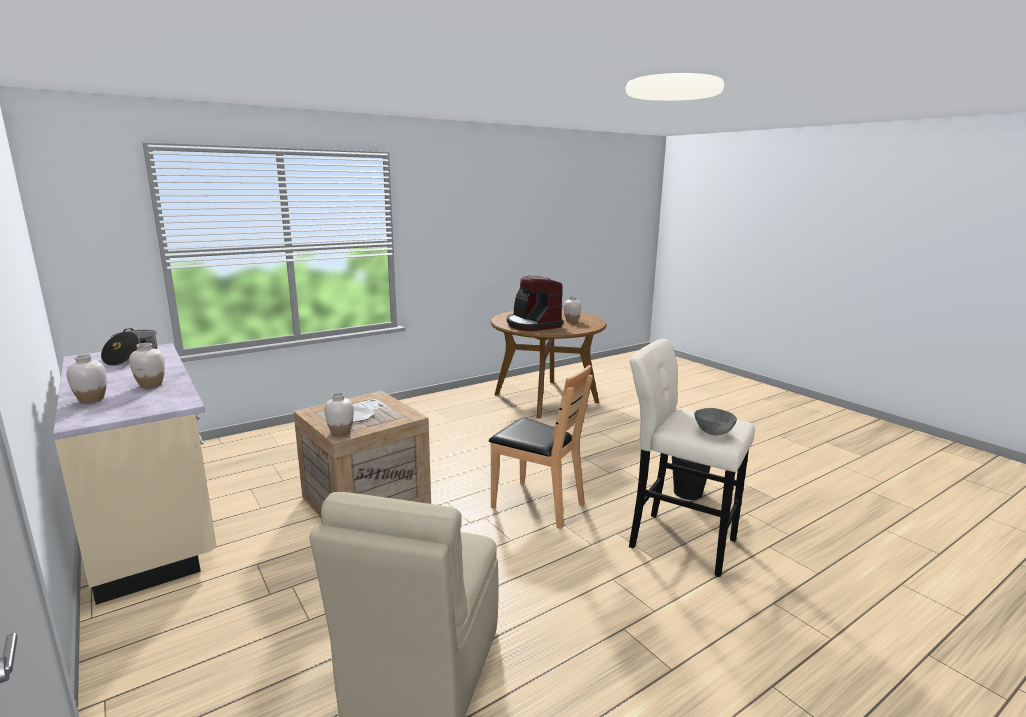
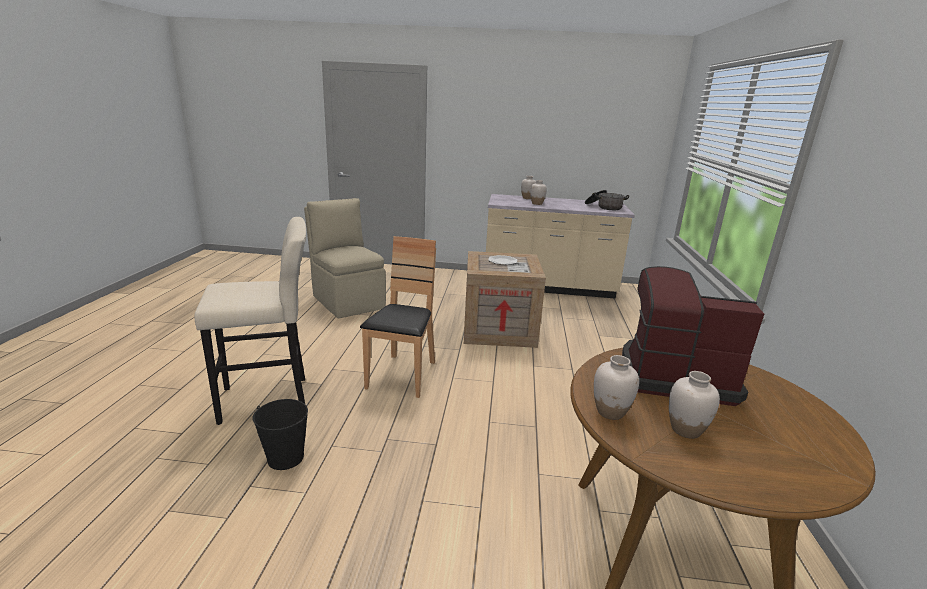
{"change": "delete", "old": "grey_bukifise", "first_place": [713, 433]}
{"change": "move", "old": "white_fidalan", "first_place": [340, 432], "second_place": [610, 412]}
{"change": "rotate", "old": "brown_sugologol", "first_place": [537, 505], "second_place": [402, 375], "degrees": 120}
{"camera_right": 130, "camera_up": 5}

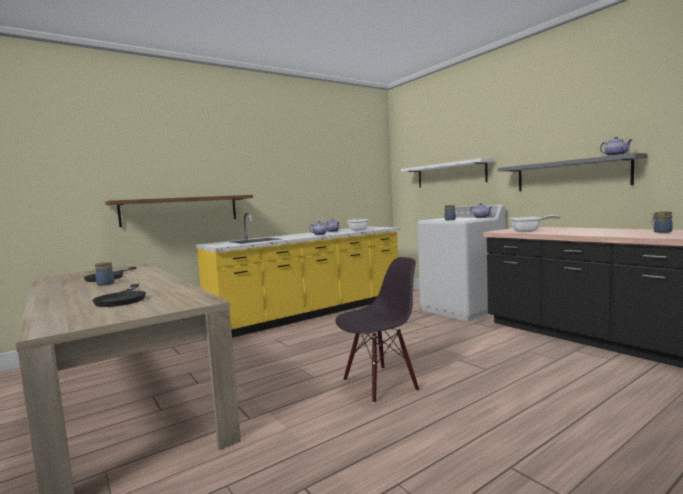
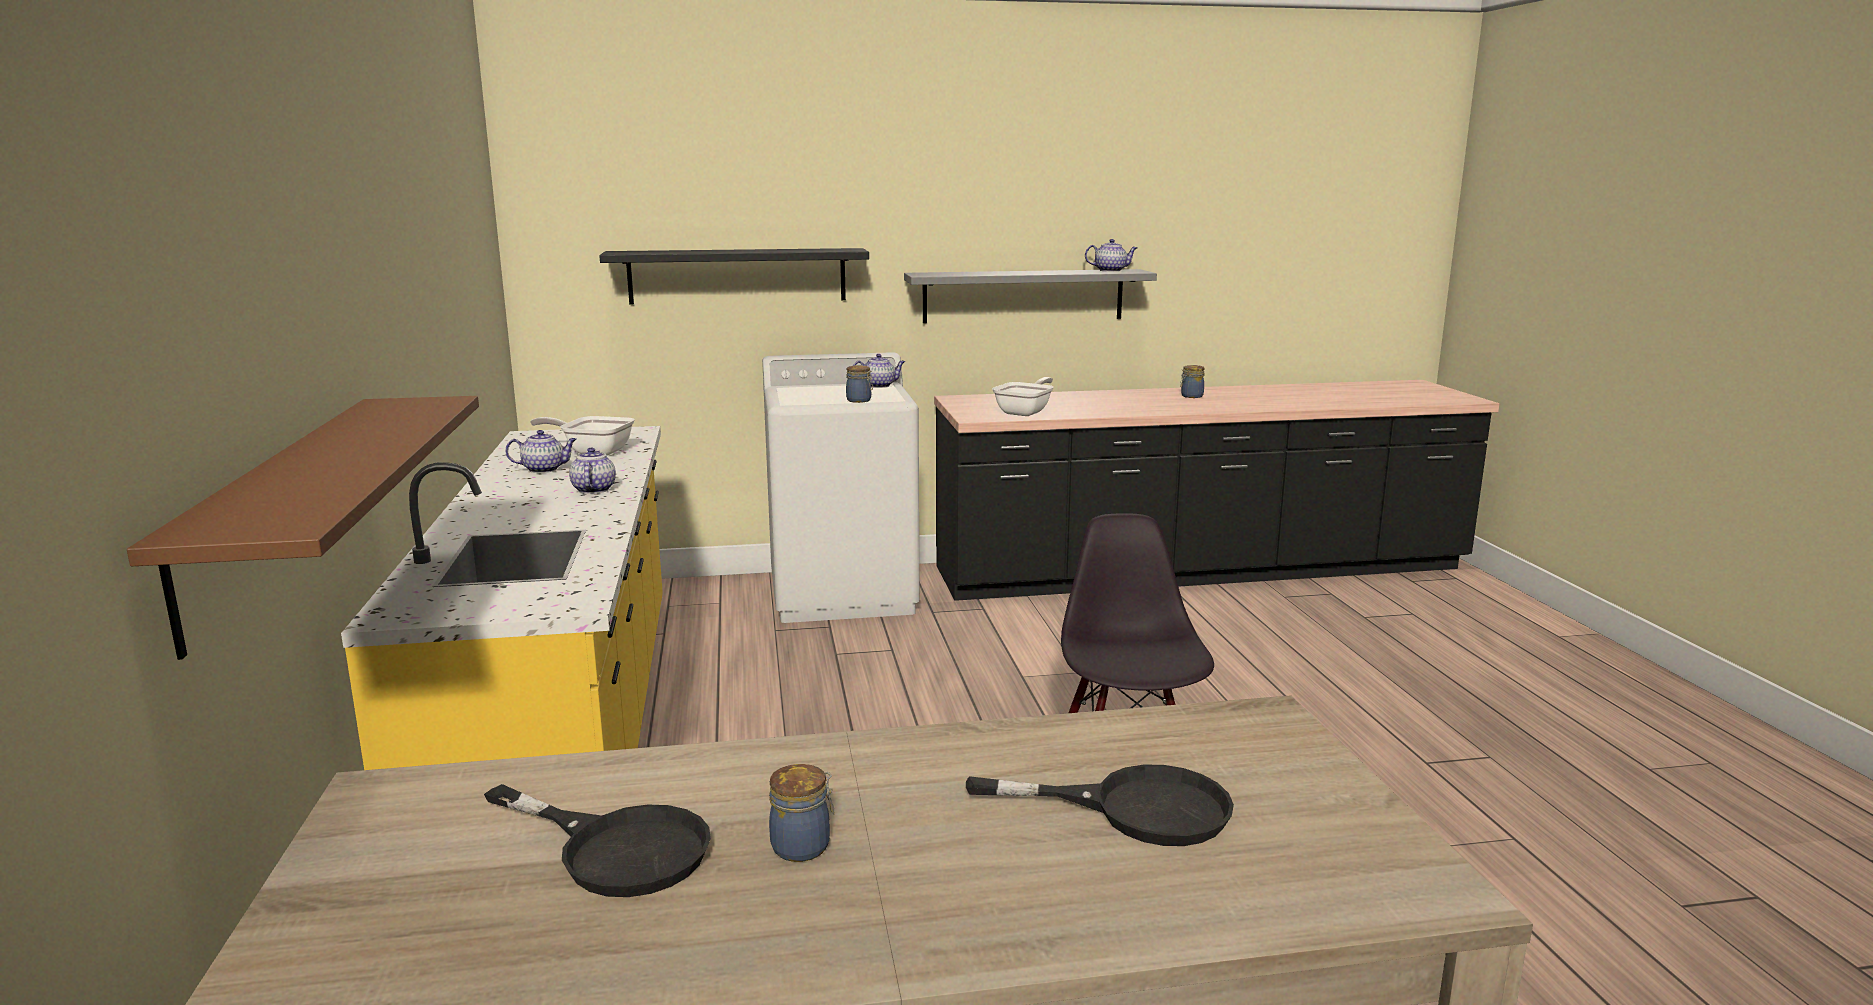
{"change": "recolor", "old": "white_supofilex", "new": "black_supofilex", "first_place": [450, 174], "second_place": [737, 276]}
{"camera_right": -65, "camera_up": 10}

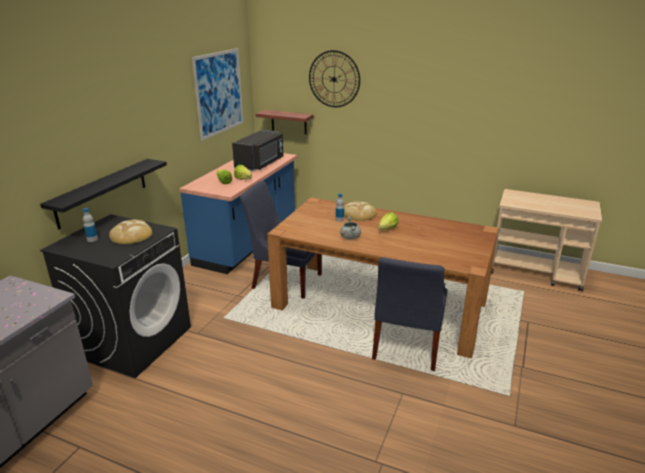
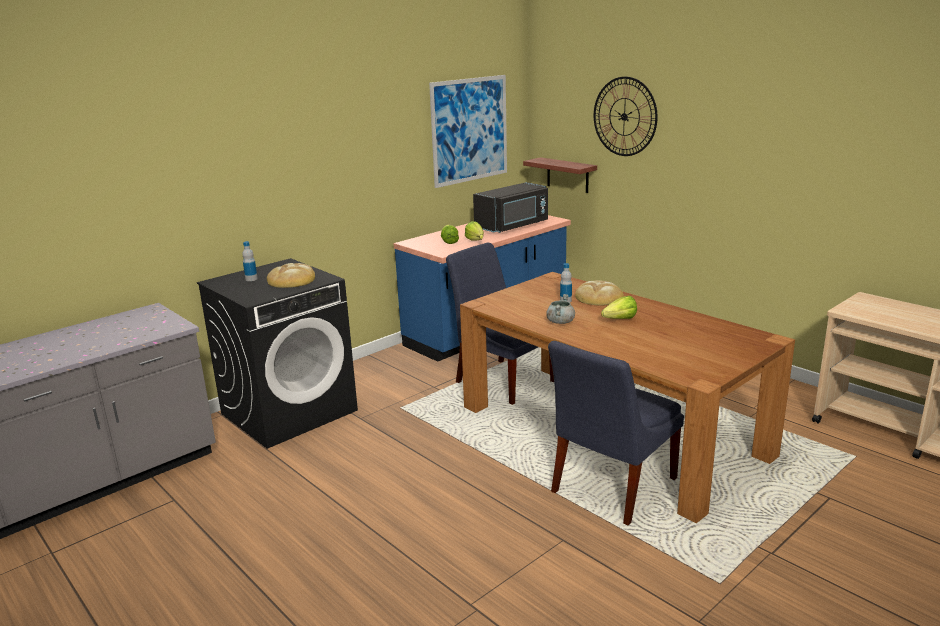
{"change": "delete", "old": "black_supofilex", "first_place": [102, 192]}
{"camera_right": 25, "camera_up": -5}

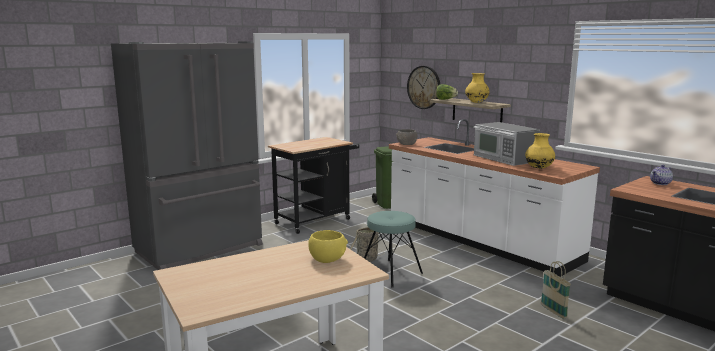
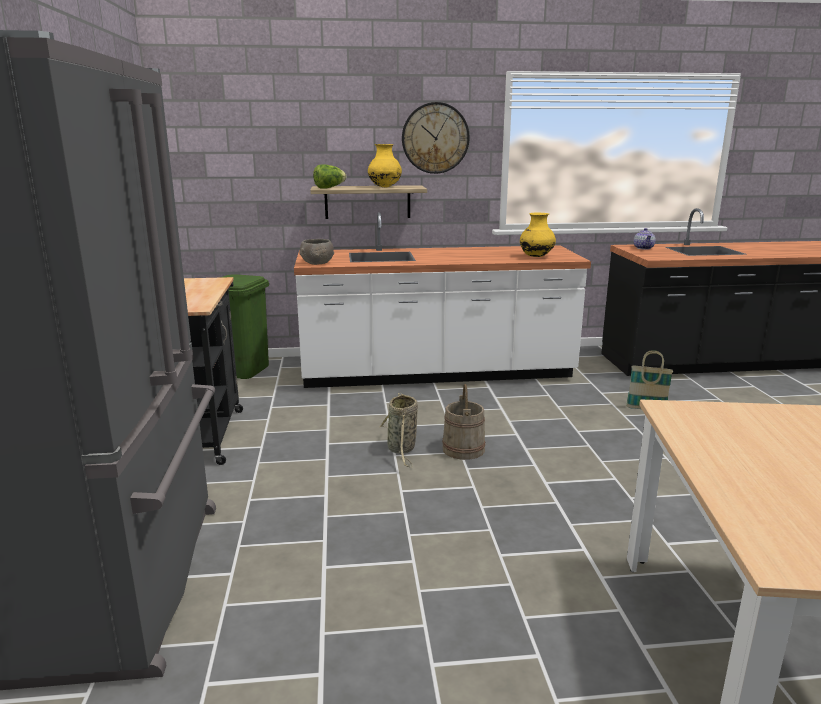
{"change": "delete", "old": "yellow_bukifise", "first_place": [327, 259]}
{"change": "delete", "old": "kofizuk", "first_place": [503, 158]}
{"change": "move", "old": "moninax", "first_place": [424, 87], "second_place": [435, 138]}
{"change": "replace", "old": "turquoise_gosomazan", "new": "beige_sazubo", "first_place": [390, 273], "second_place": [464, 449]}
{"camera_right": -55, "camera_up": 5}

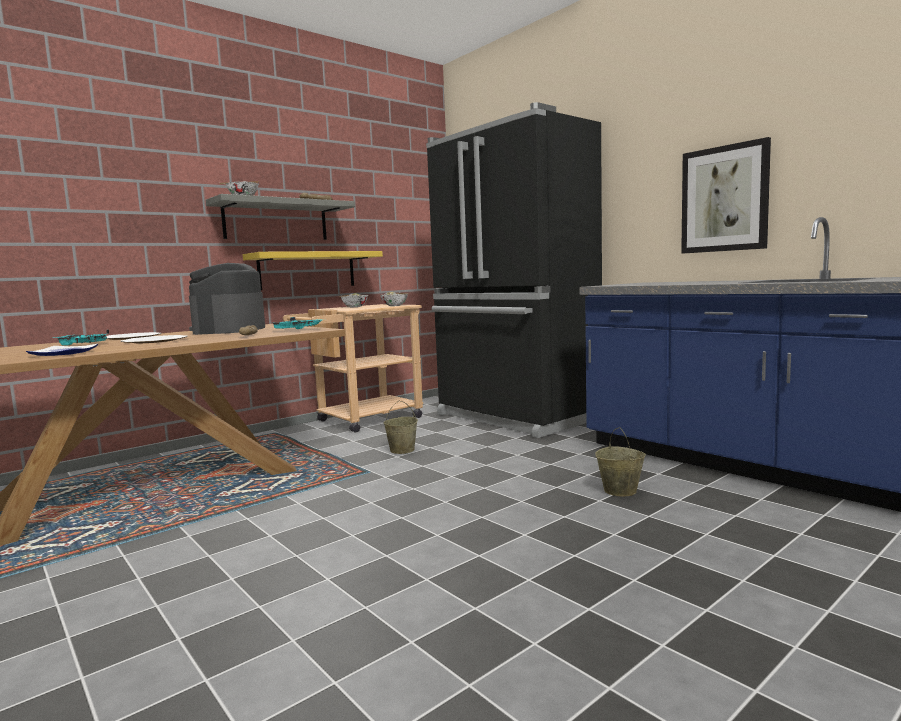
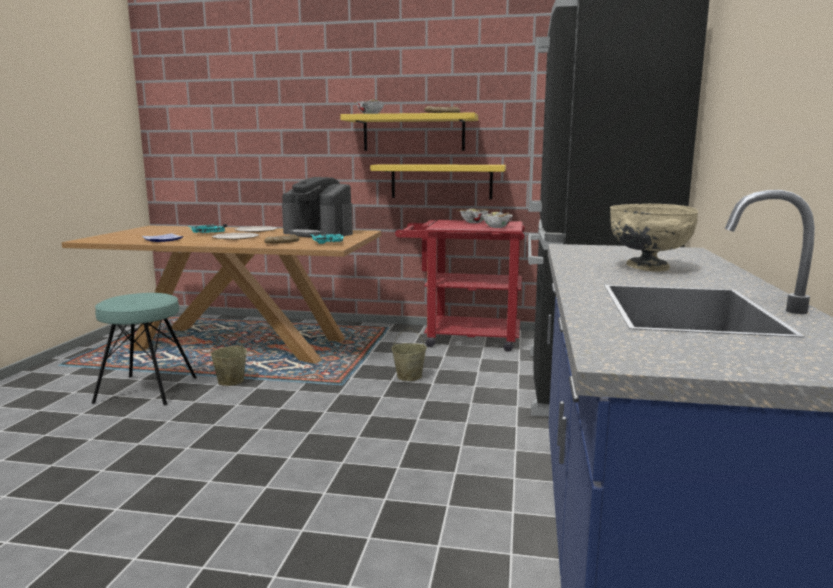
{"change": "delete", "old": "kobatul", "first_place": [724, 199]}
{"change": "insert", "new": "turquoise_gosomazan", "second_place": [146, 390]}
{"change": "insert", "new": "beige_bukifise", "second_place": [647, 268]}
{"change": "move", "old": "beige_sazubo", "first_place": [619, 491], "second_place": [230, 381]}
{"change": "recolor", "old": "grey_supofilex", "new": "yellow_supofilex", "first_place": [276, 221], "second_place": [413, 133]}
{"change": "recolor", "old": "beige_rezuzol", "new": "red_rezuzol", "first_place": [362, 421], "second_place": [462, 338]}
{"change": "rotate", "old": "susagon", "first_place": [229, 330], "second_place": [319, 233], "degrees": -105}
{"camera_right": 50, "camera_up": 5}

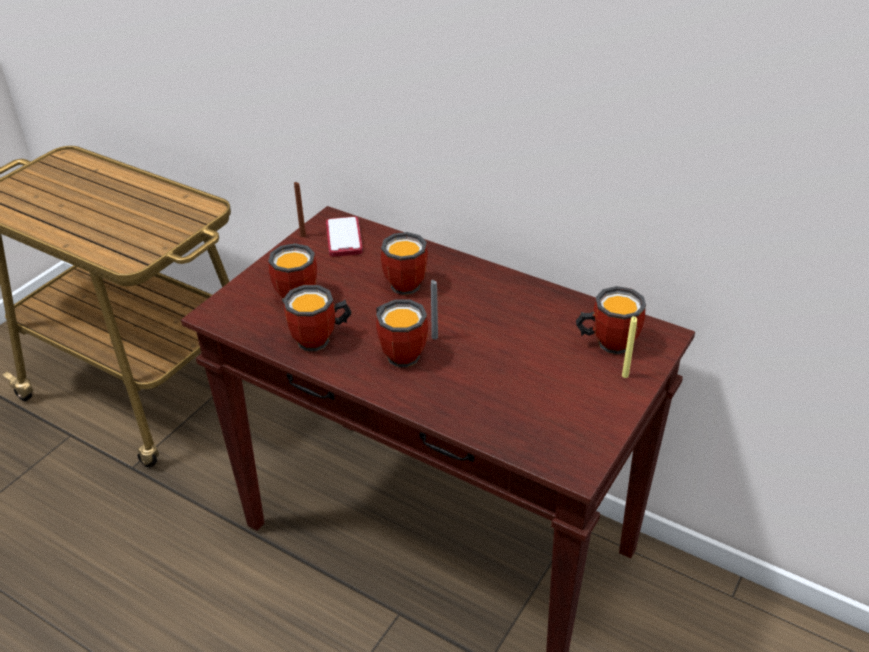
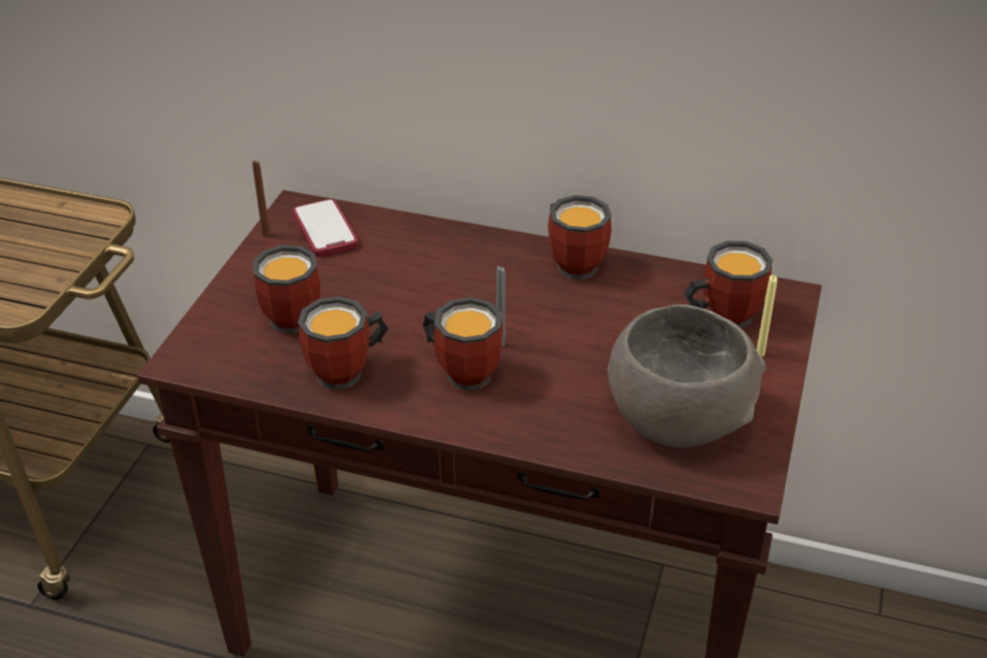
{"change": "insert", "new": "grey_bukifise", "second_place": [678, 418]}
{"change": "move", "old": "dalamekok", "first_place": [406, 281], "second_place": [576, 261]}
{"camera_right": -15, "camera_up": 0}

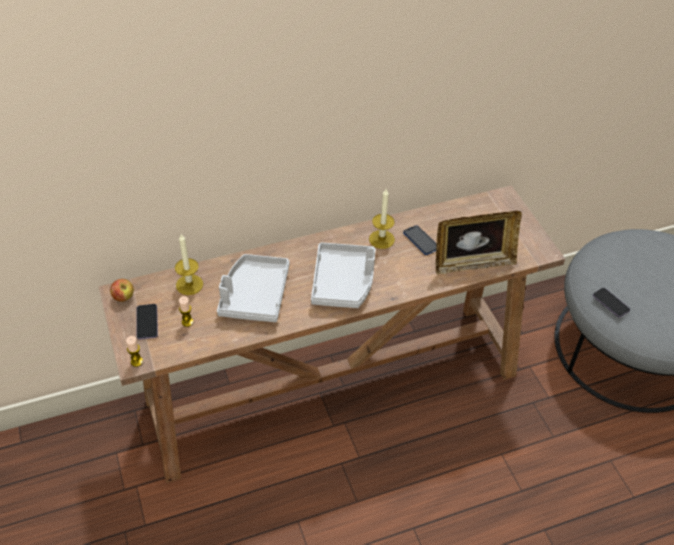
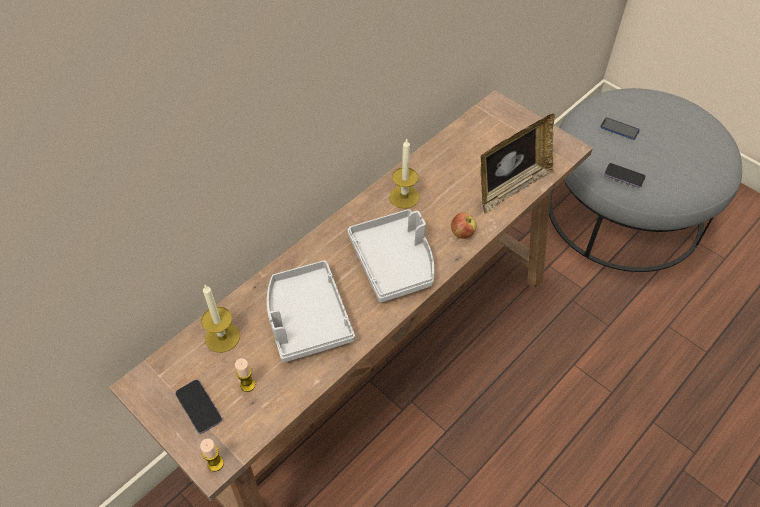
{"change": "move", "old": "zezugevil", "first_place": [123, 297], "second_place": [462, 233]}
{"change": "move", "old": "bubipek", "first_place": [421, 241], "second_place": [619, 129]}
{"camera_right": -25, "camera_up": 5}

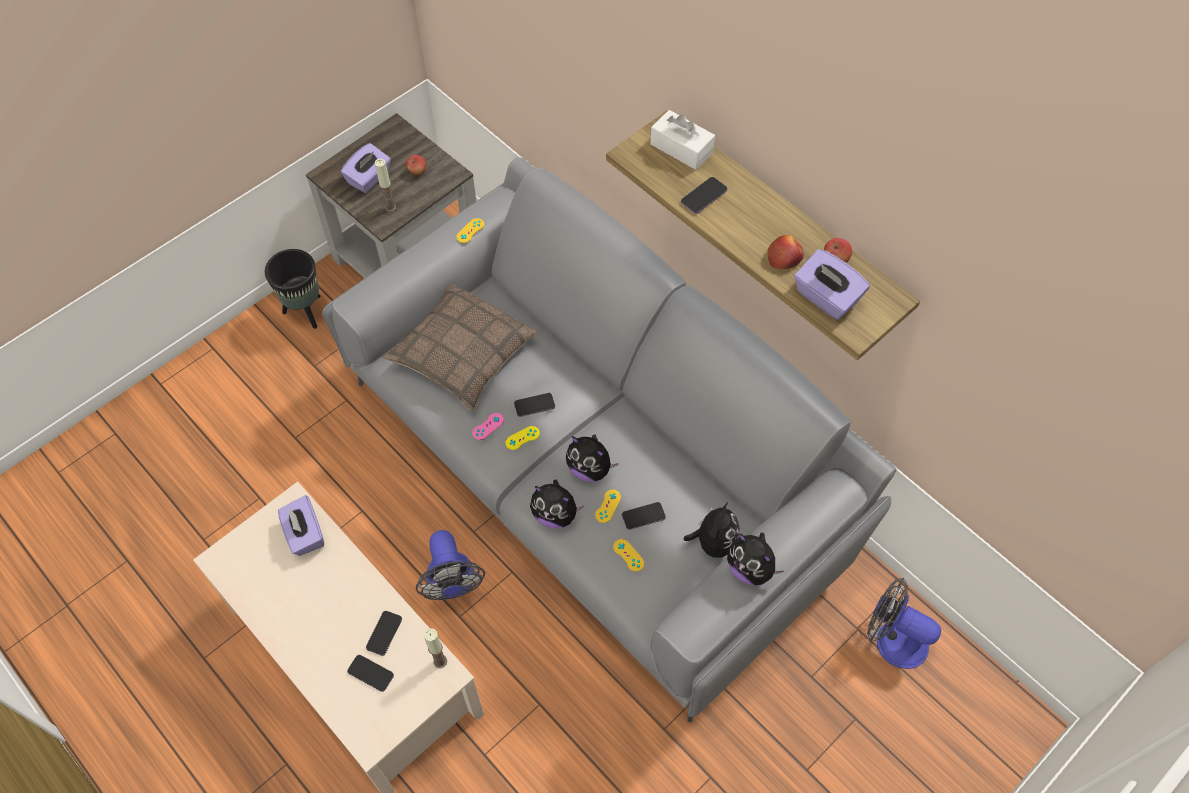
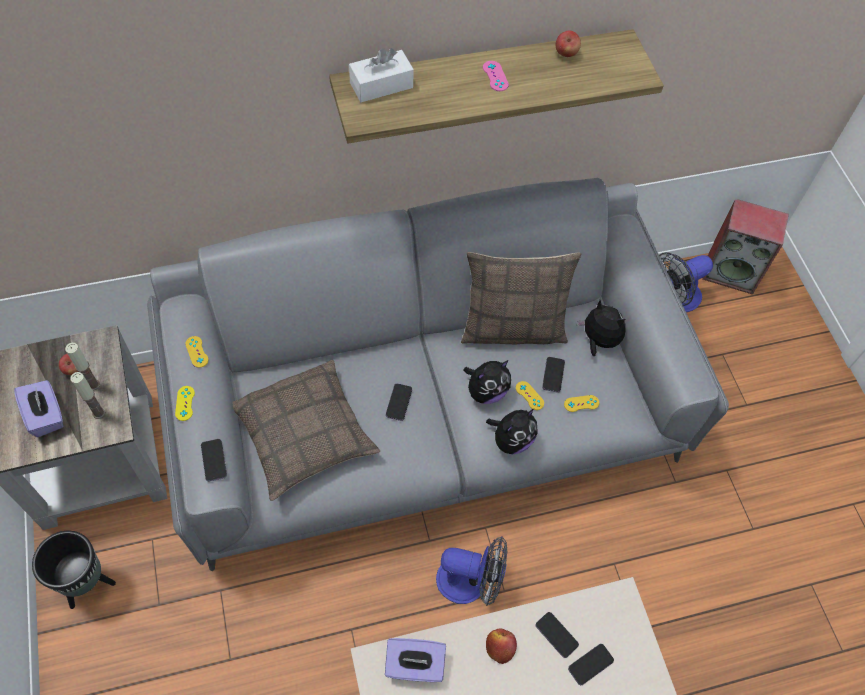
{"change": "delete", "old": "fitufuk", "first_place": [750, 568]}
{"change": "delete", "old": "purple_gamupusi", "first_place": [826, 298]}
{"change": "insert", "new": "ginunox", "second_place": [513, 328]}
{"change": "insert", "new": "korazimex", "second_place": [731, 271]}
{"change": "move", "old": "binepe", "first_place": [440, 661], "second_place": [93, 385]}
{"change": "move", "old": "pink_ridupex", "first_place": [488, 426], "second_place": [495, 76]}
{"change": "move", "old": "yellow_ridupex", "first_place": [522, 438], "second_place": [185, 403]}
{"change": "move", "old": "bubipek", "first_place": [703, 197], "second_place": [214, 460]}
{"change": "move", "old": "zezugevil", "first_place": [784, 257], "second_place": [500, 646]}
{"camera_right": -65, "camera_up": 0}

